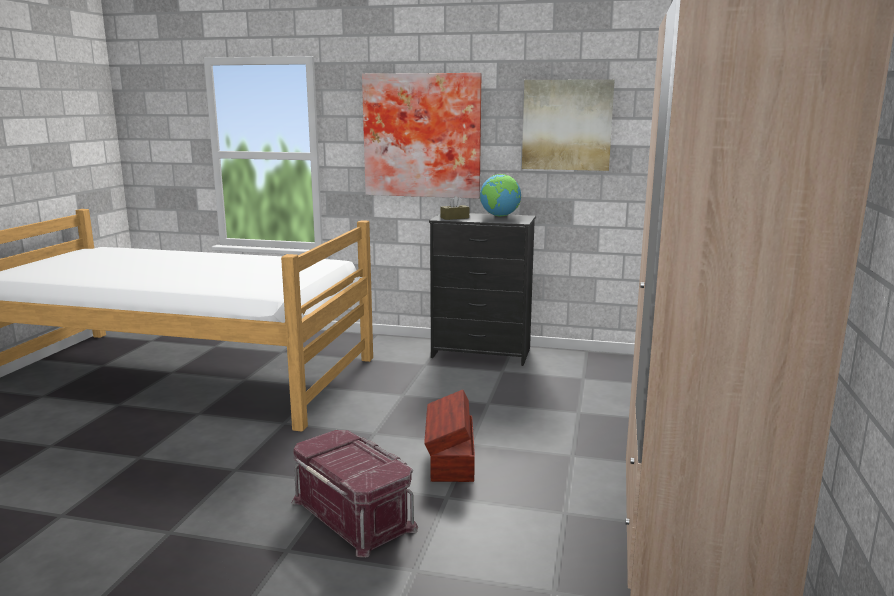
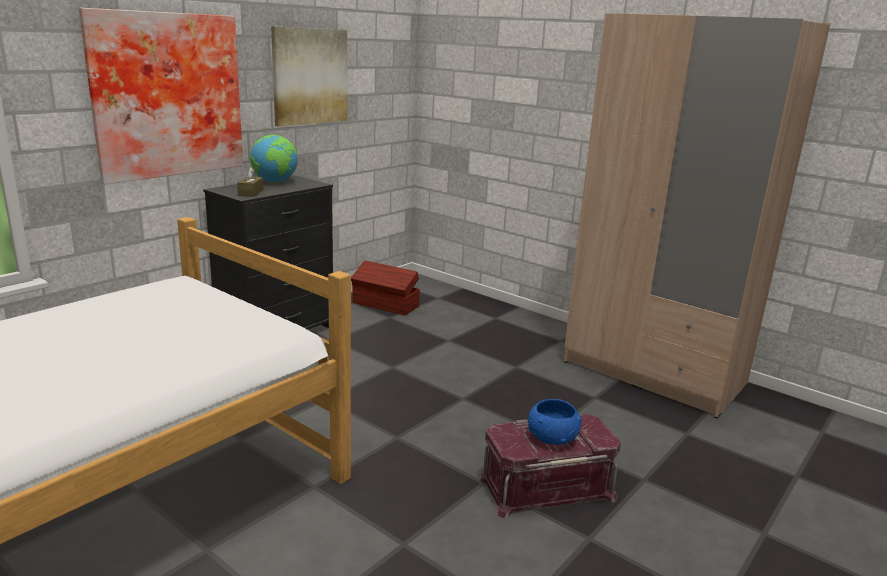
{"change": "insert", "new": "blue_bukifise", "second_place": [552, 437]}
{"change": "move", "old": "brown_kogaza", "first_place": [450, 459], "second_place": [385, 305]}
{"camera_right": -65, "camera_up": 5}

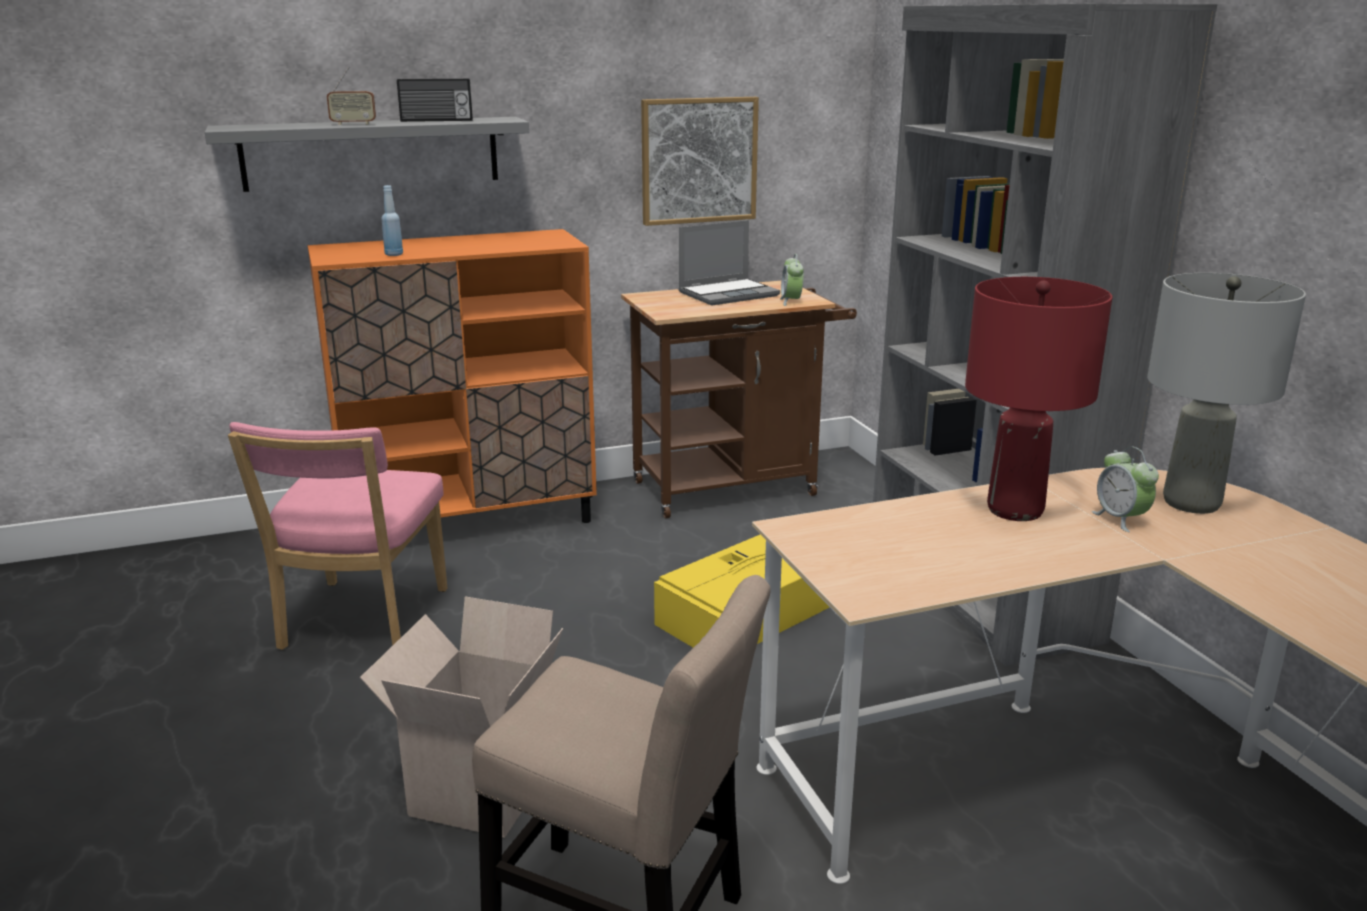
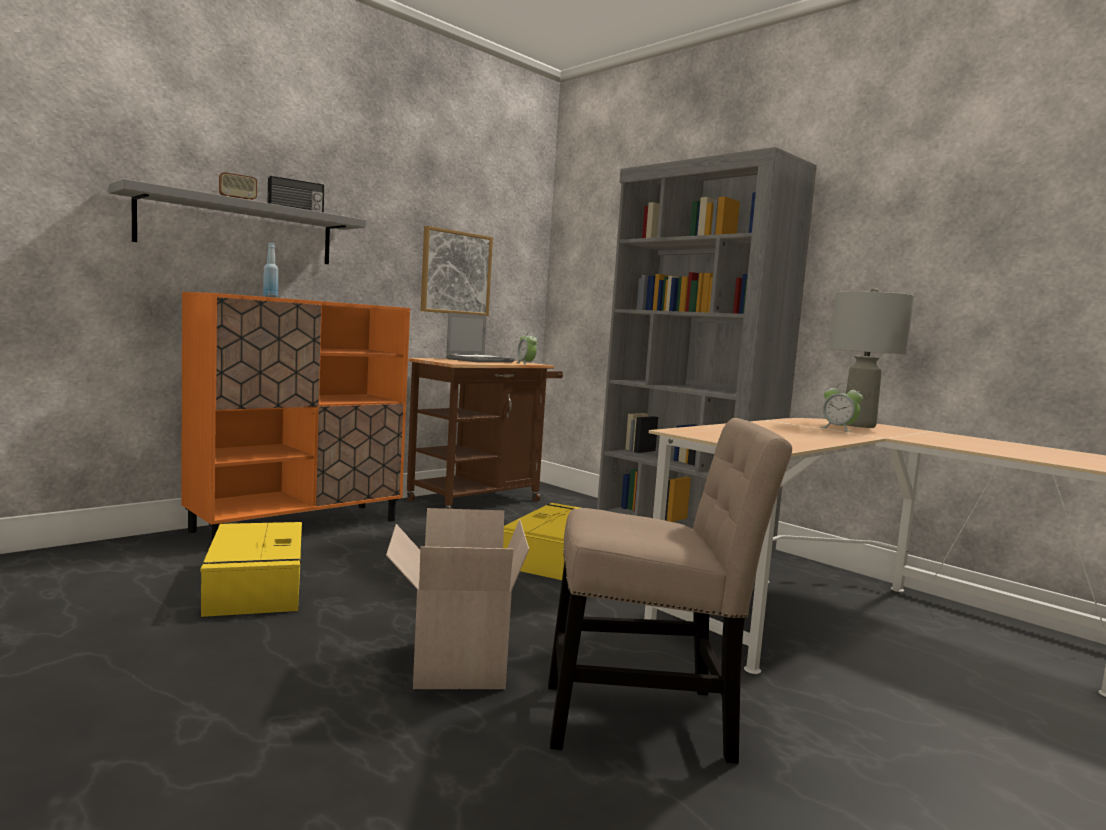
{"change": "delete", "old": "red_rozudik", "first_place": [1016, 510]}
{"change": "replace", "old": "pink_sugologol", "new": "yellow_kogaza", "first_place": [360, 623], "second_place": [256, 586]}
{"camera_right": -25, "camera_up": -15}

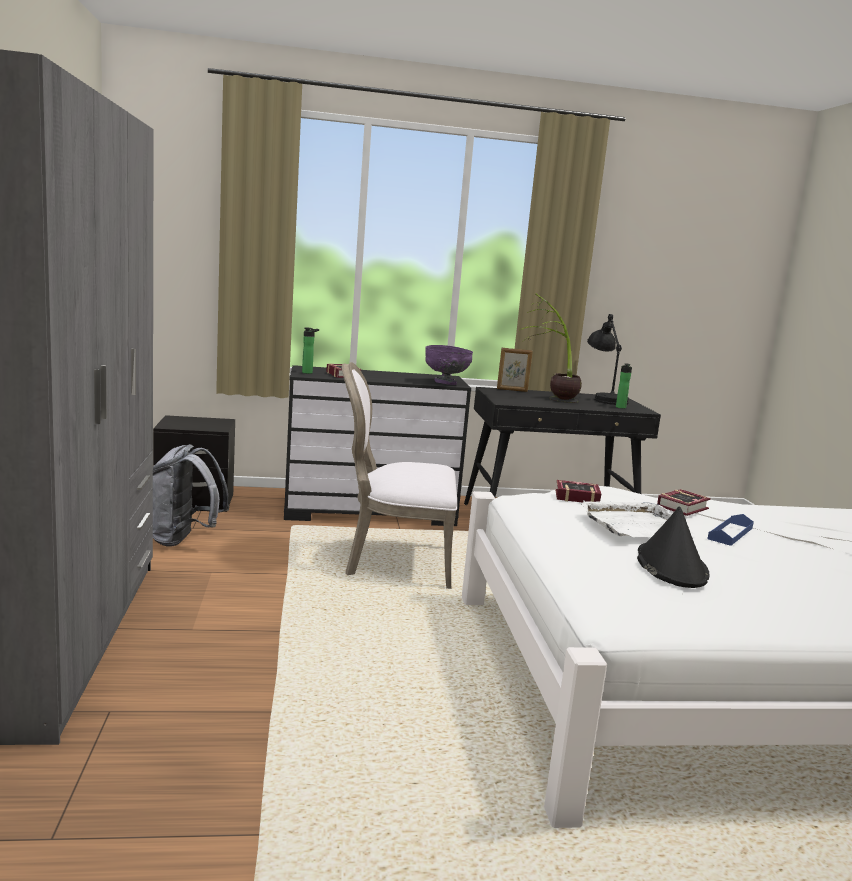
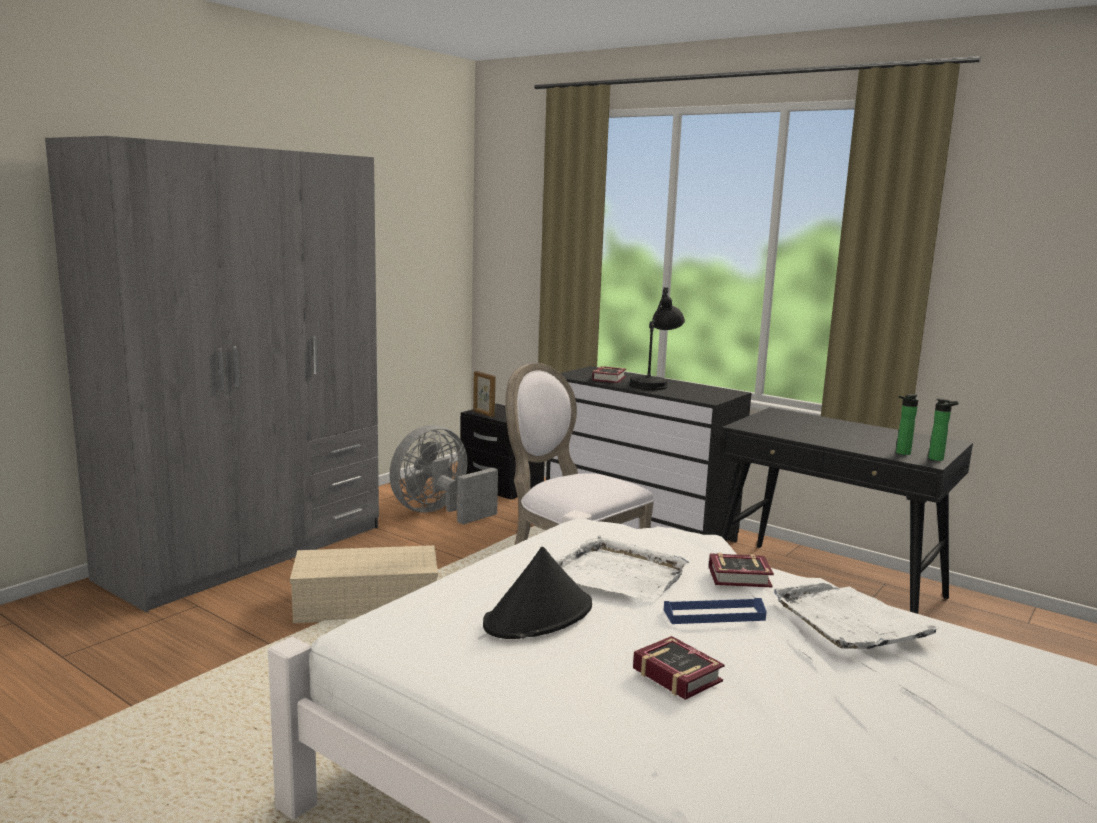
{"change": "delete", "old": "purple_bukifise", "first_place": [445, 383]}
{"change": "delete", "old": "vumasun", "first_place": [550, 400]}
{"change": "insert", "new": "beige_kogaza", "second_place": [368, 603]}
{"change": "insert", "new": "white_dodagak", "second_place": [850, 621]}
{"change": "move", "old": "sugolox", "first_place": [309, 373], "second_place": [938, 459]}
{"change": "move", "old": "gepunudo", "first_place": [512, 390], "second_place": [483, 414]}
{"change": "move", "old": "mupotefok", "first_place": [574, 496], "second_place": [676, 673]}
{"change": "move", "old": "black_rozudik", "first_place": [603, 398], "second_place": [655, 383]}
{"change": "replace", "old": "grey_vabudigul", "new": "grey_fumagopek", "first_place": [184, 540], "second_place": [439, 513]}
{"camera_right": 45, "camera_up": 0}

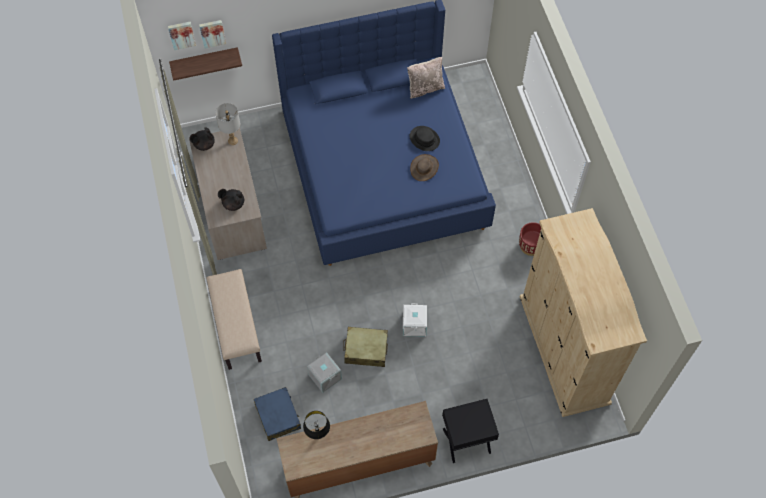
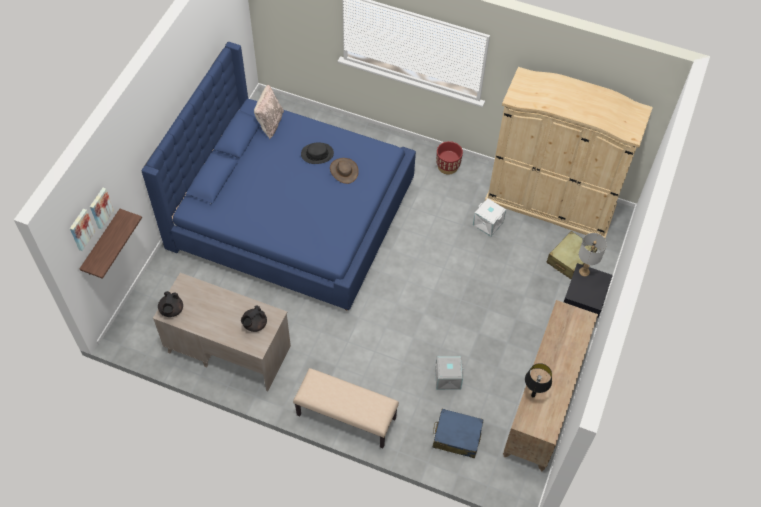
{"change": "move", "old": "grey_rozudik", "first_place": [233, 141], "second_place": [584, 271]}
{"change": "move", "old": "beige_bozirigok", "first_place": [365, 350], "second_place": [570, 260]}
{"change": "move", "old": "white_kogaza", "first_place": [415, 325], "second_place": [488, 223]}
{"camera_right": -55, "camera_up": -5}

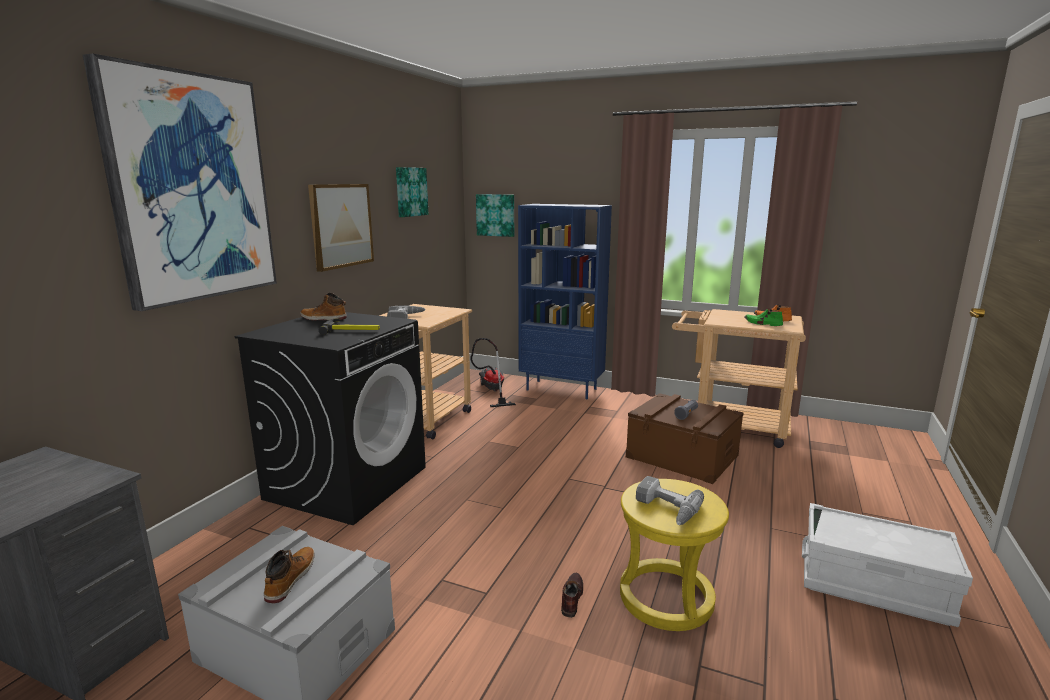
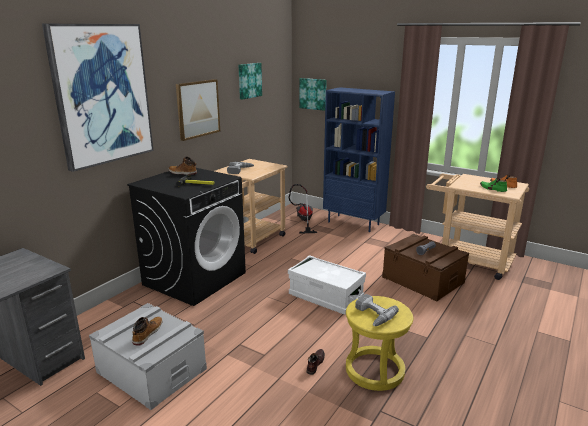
{"change": "move", "old": "white_kogaza", "first_place": [873, 585], "second_place": [326, 296]}
{"camera_right": 10, "camera_up": 5}

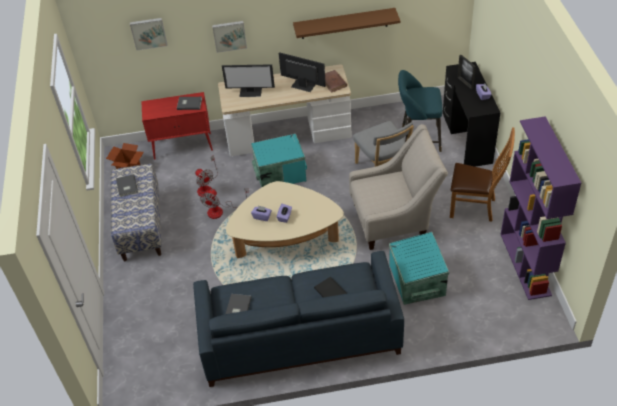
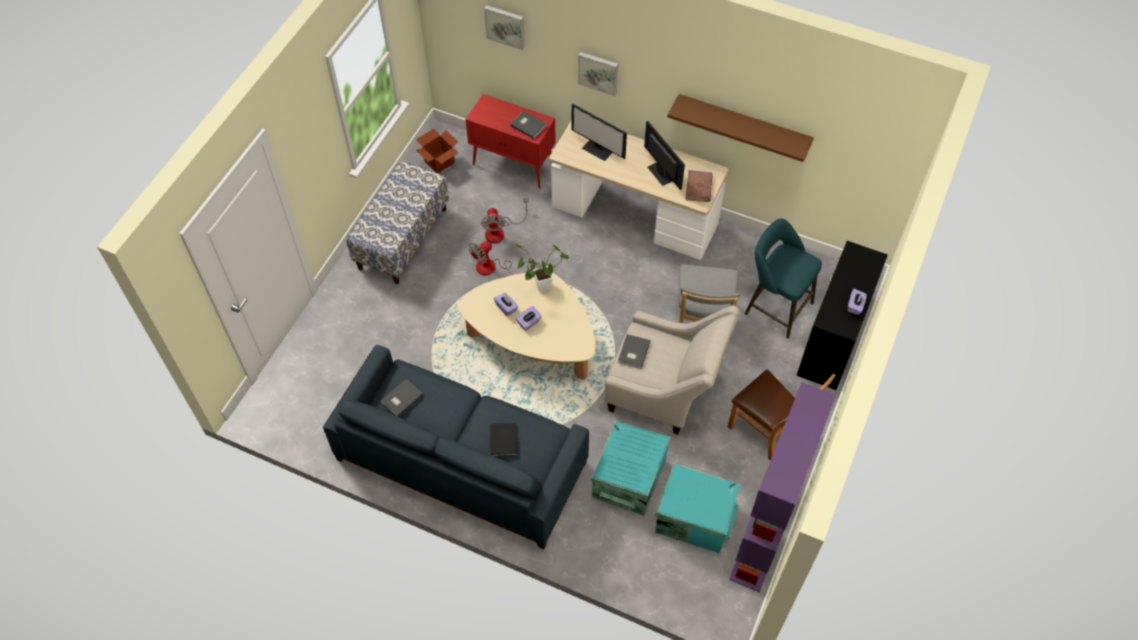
{"change": "delete", "old": "gepunudo", "first_place": [465, 83]}
{"change": "insert", "new": "vumasun", "second_place": [539, 287]}
{"change": "move", "old": "grey_mupotefok", "first_place": [126, 186], "second_place": [633, 352]}
{"change": "move", "old": "turquoise_kogaza", "first_place": [279, 172], "second_place": [694, 516]}
{"camera_right": 30, "camera_up": 10}

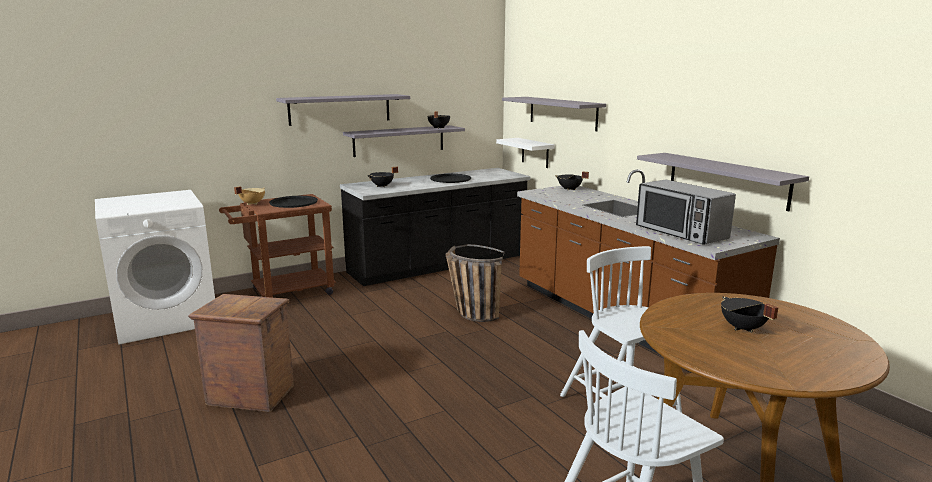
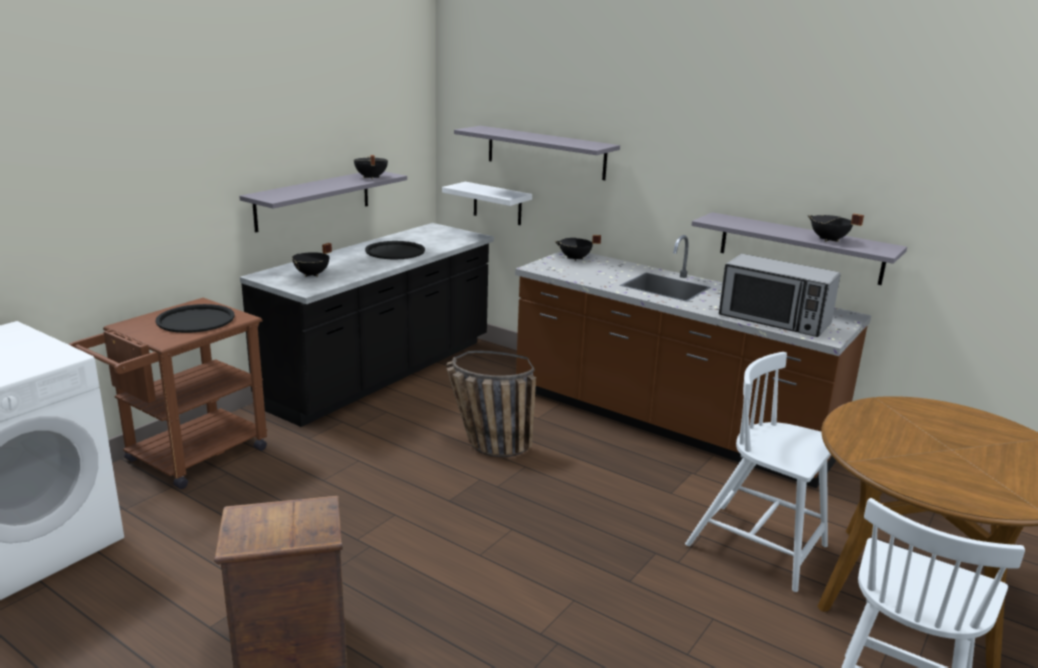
{"change": "delete", "old": "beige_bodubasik", "first_place": [252, 203]}
{"change": "delete", "old": "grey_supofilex", "first_place": [340, 109]}
{"change": "move", "old": "black_bodubasik", "first_place": [742, 328], "second_place": [828, 240]}
{"camera_right": -25, "camera_up": 5}

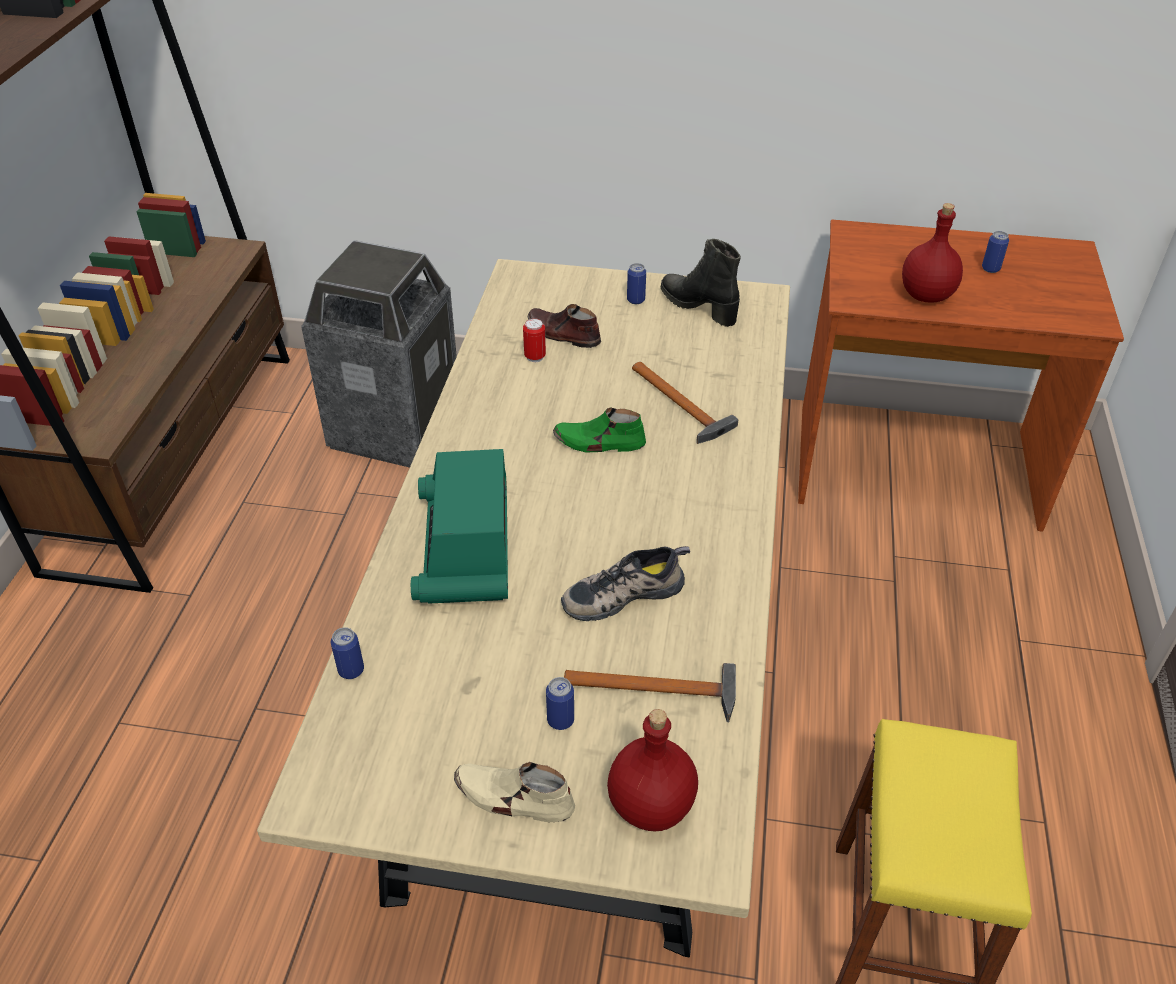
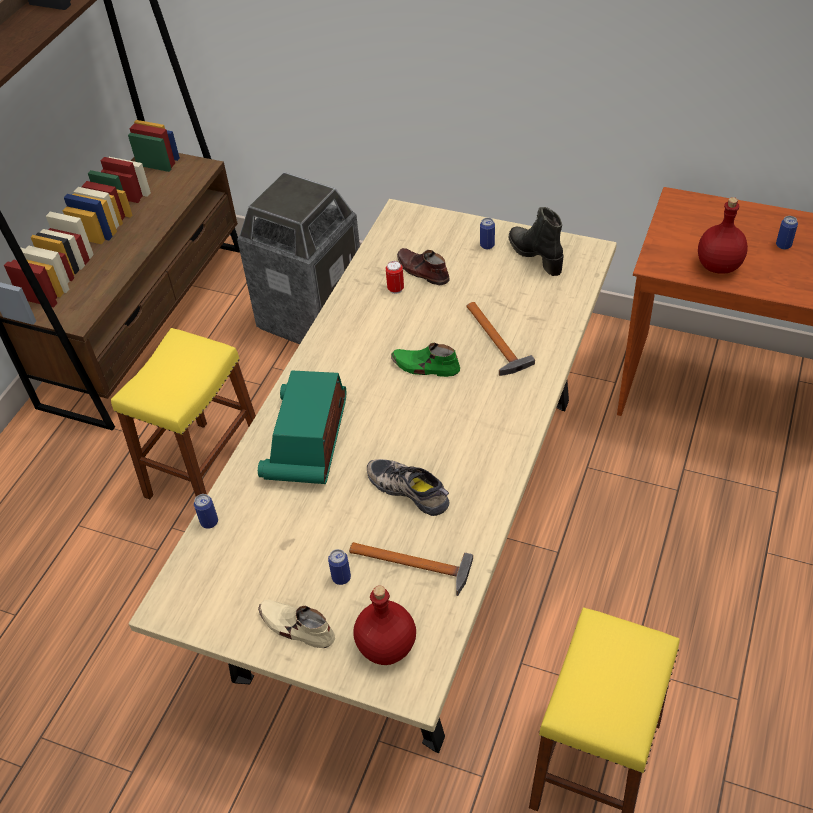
{"change": "insert", "new": "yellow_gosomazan", "second_place": [205, 470]}
{"change": "rotate", "old": "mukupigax", "first_place": [623, 592], "second_place": [410, 489], "degrees": 45}
{"camera_right": 15, "camera_up": 5}

